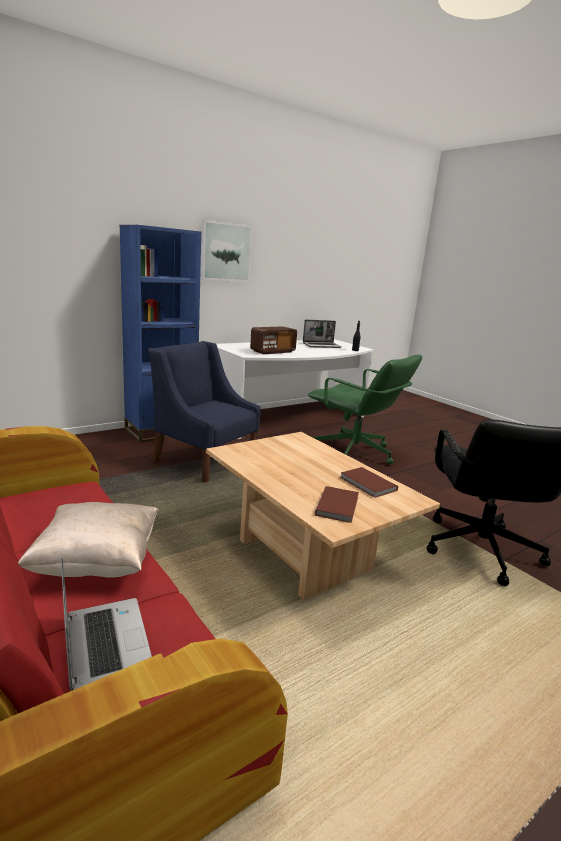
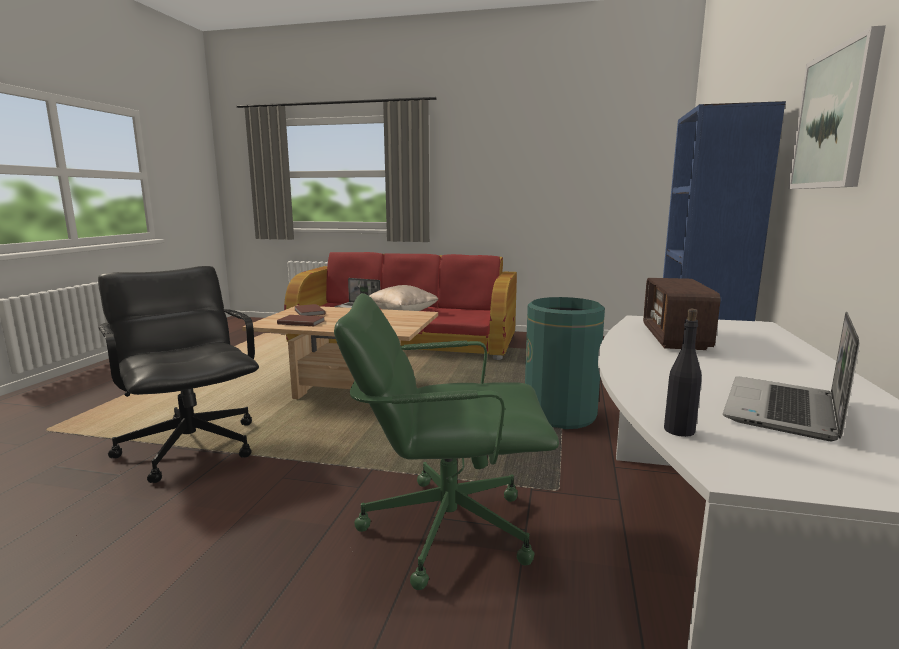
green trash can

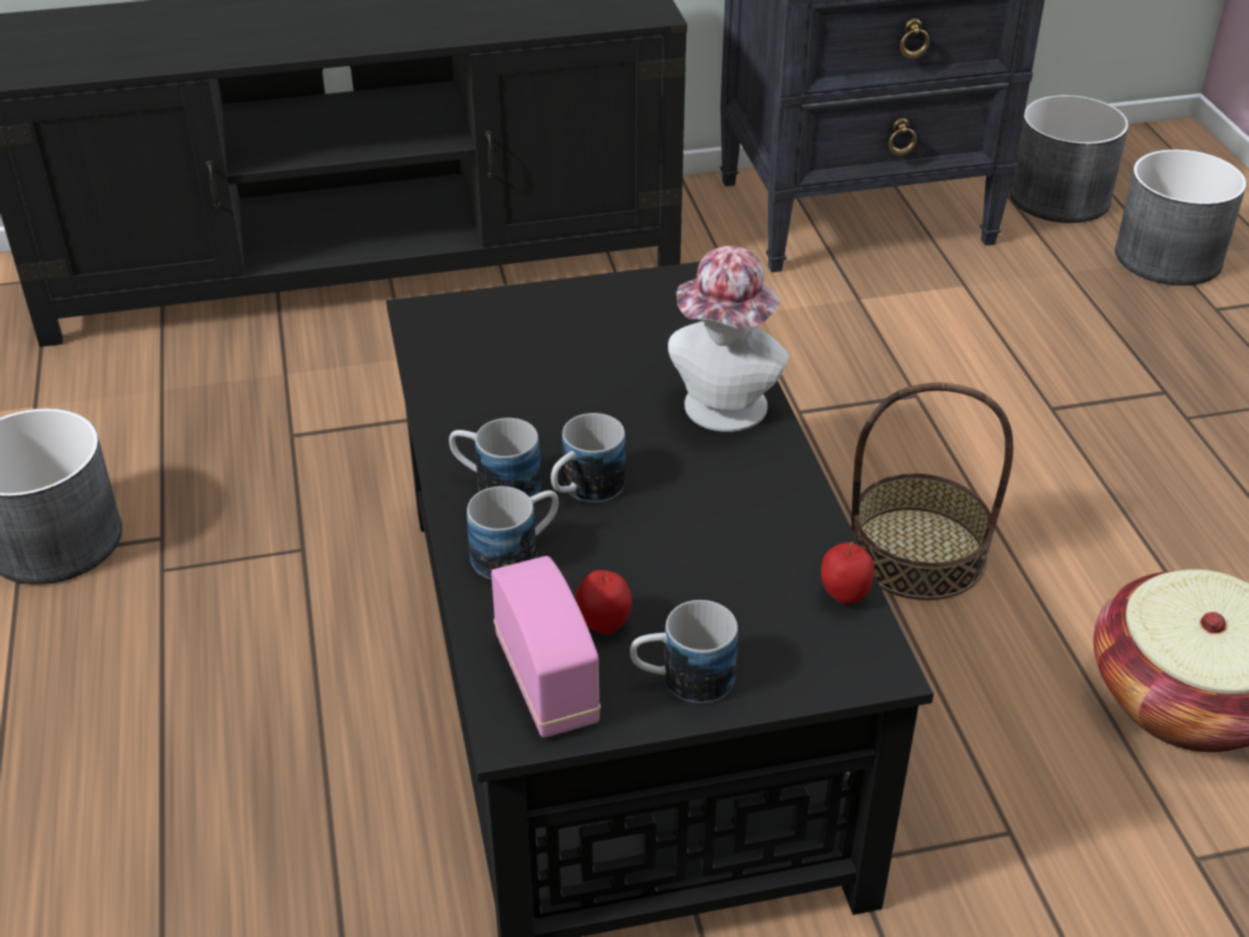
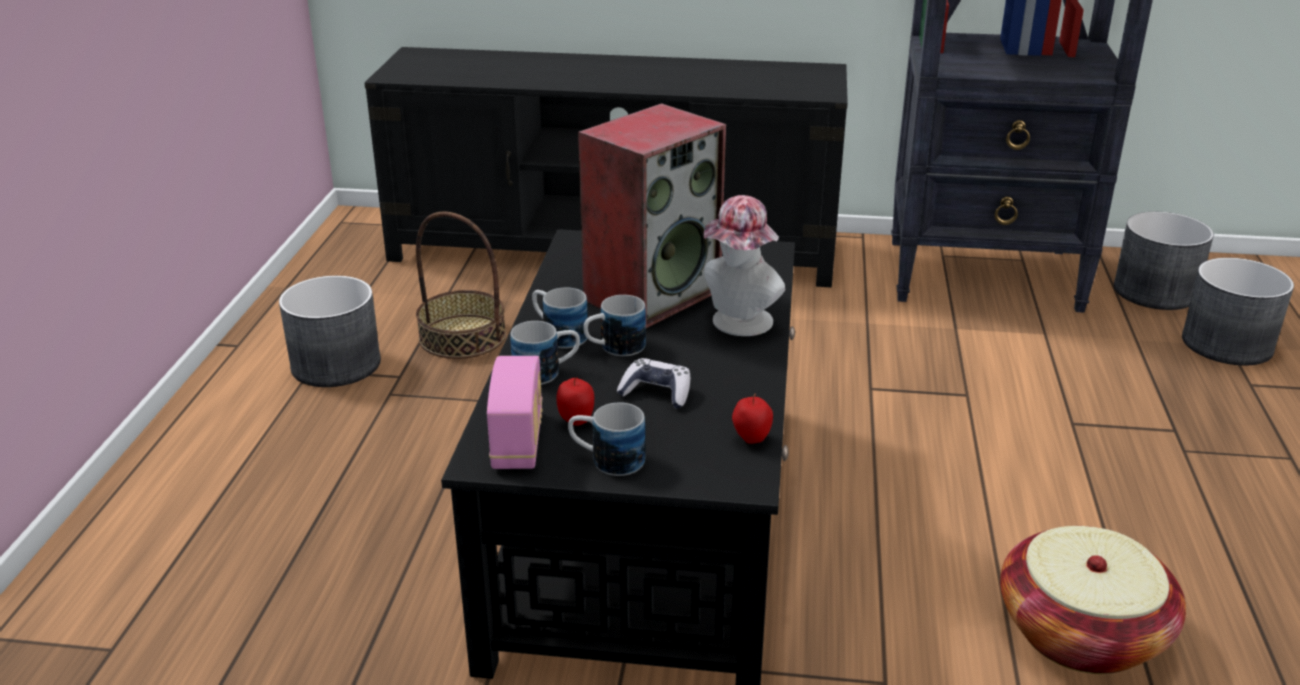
basket (no. 1 from left)
speaker
game controller

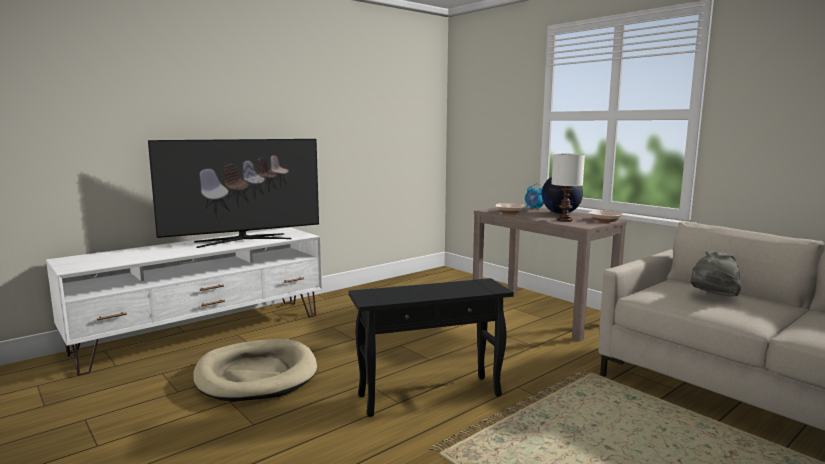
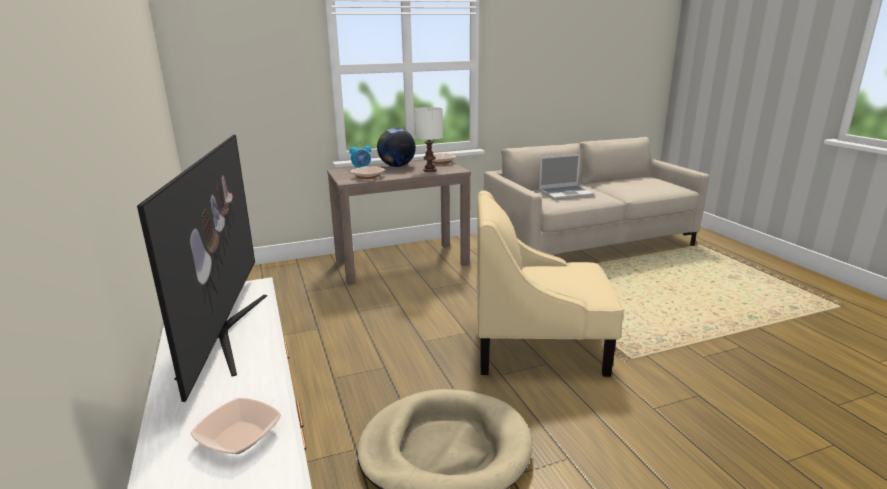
laptop
beige armchair
bowl (no. 1 from left)

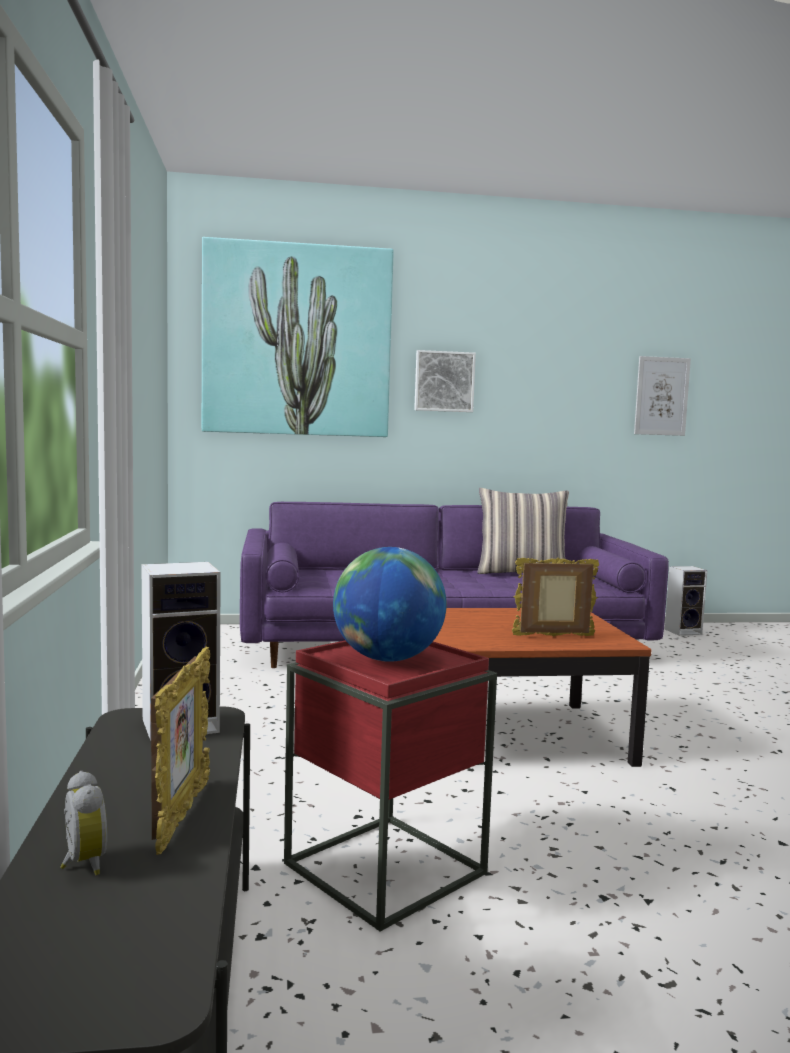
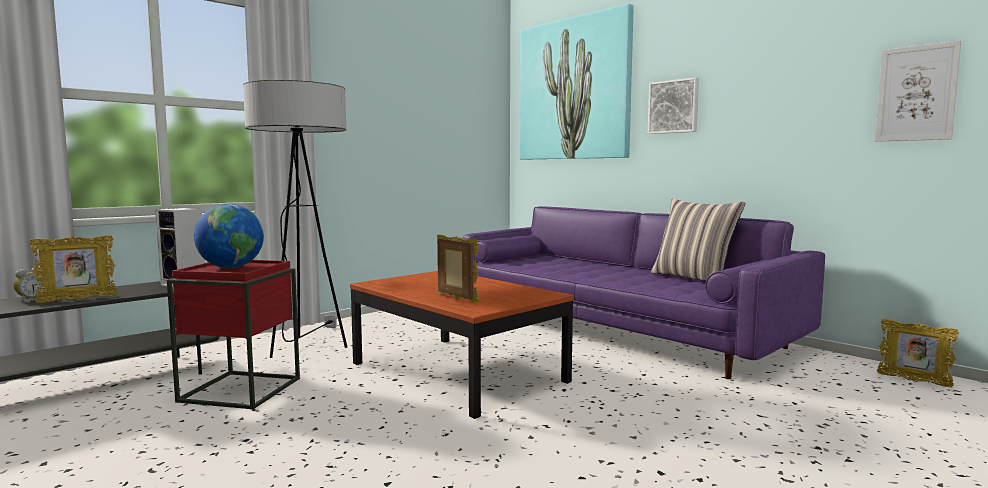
picture frame (no. 3 from left)
floor lamp

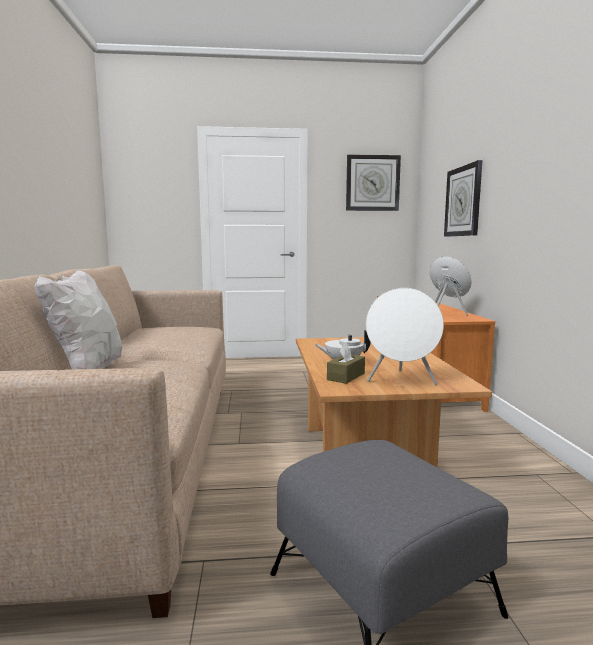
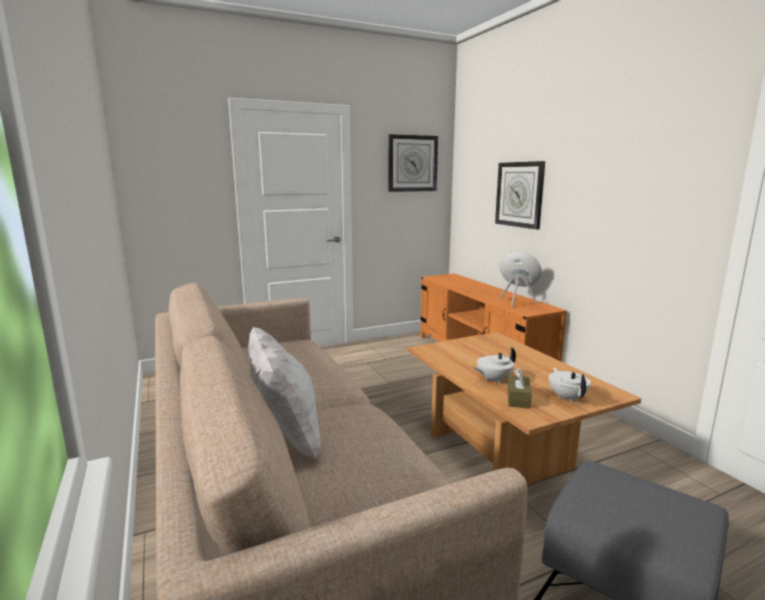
white teapot (no. 2 from left)

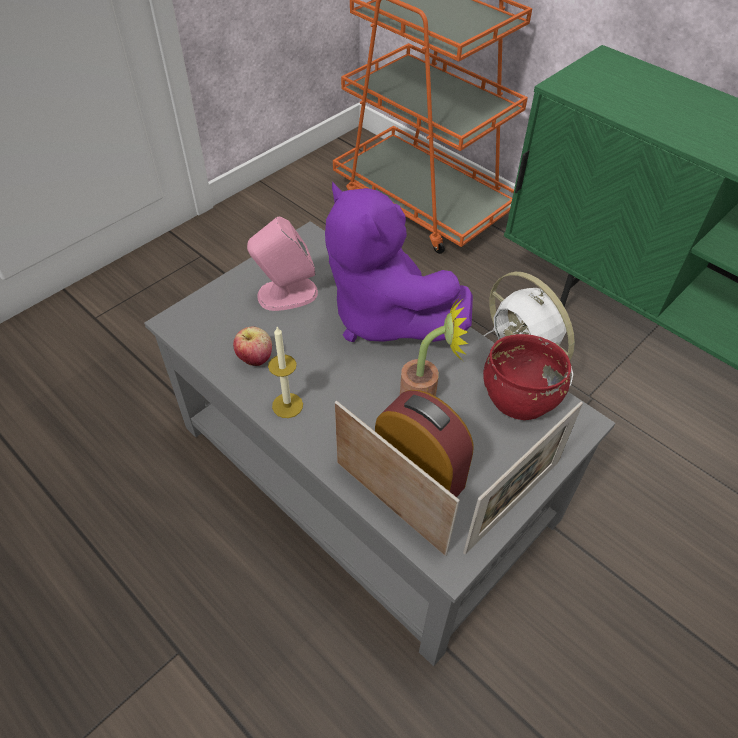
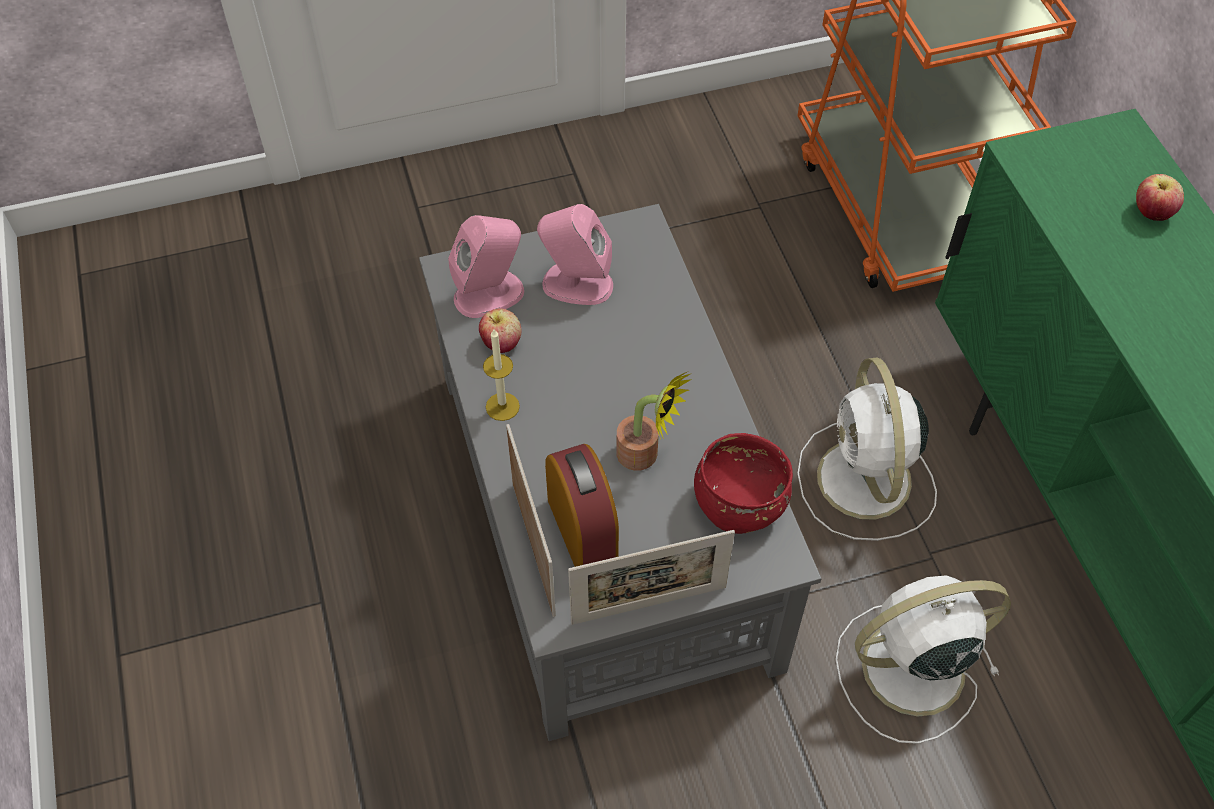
purple plush toy
apple (no. 2 from left)
pink speaker (no. 1 from left)
white fan (no. 2 from left)

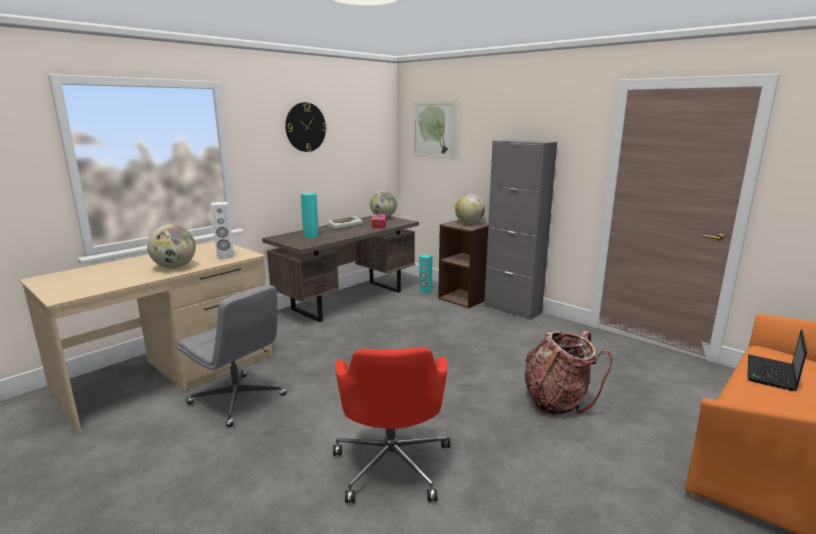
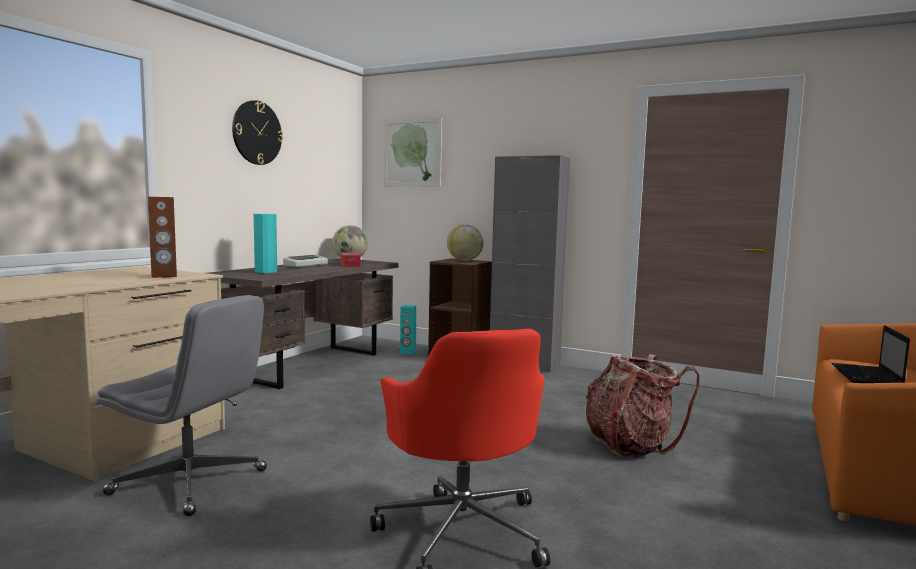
brown speaker
globe (no. 1 from left in the first image)

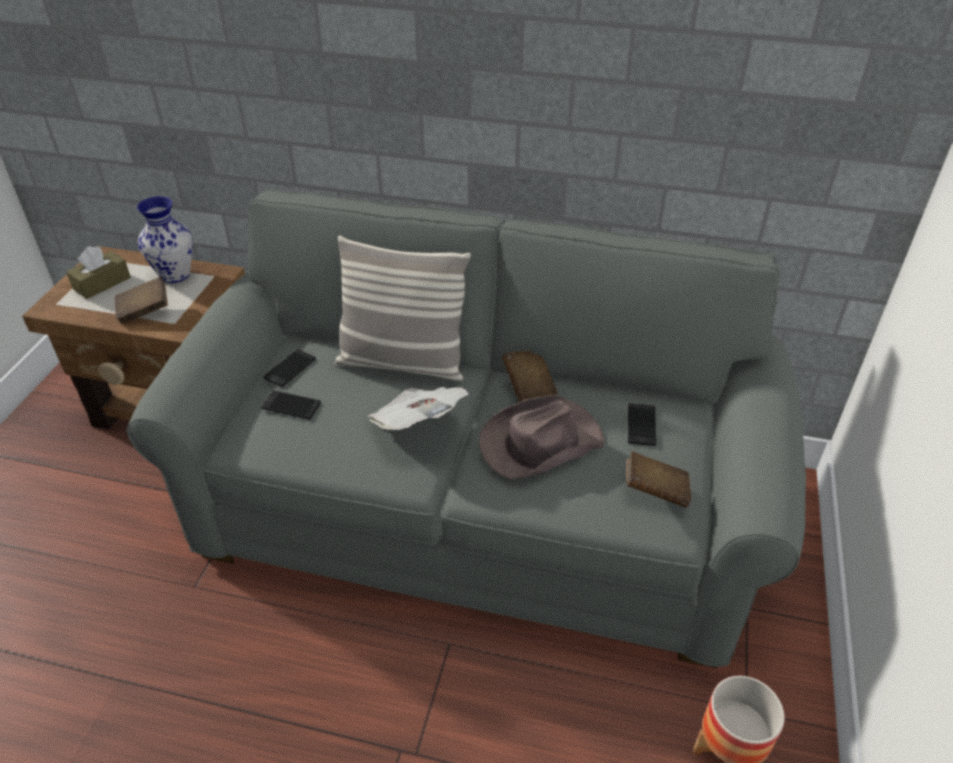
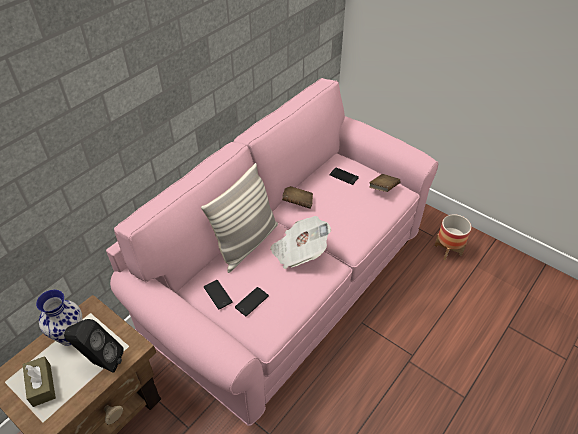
pink sofa
black speaker
brown hat

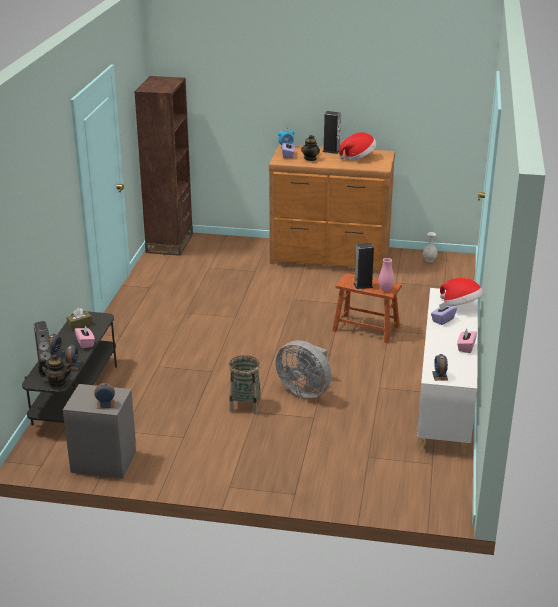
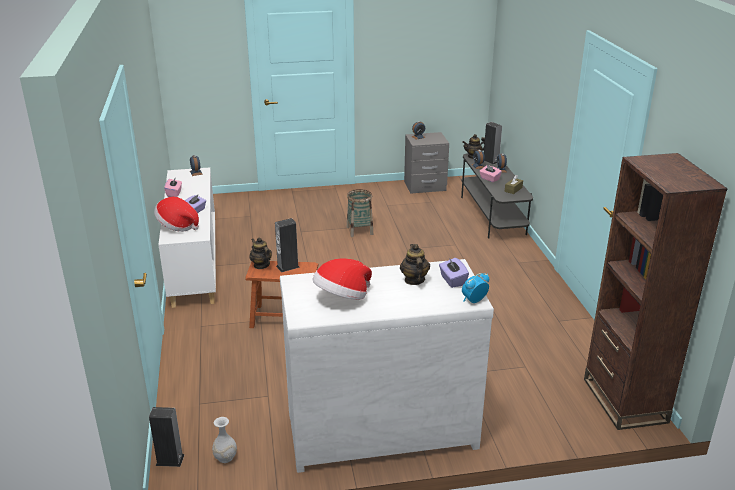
speaker (no. 1 from left)
white dresser
teapot (no. 1 from left)
grey fan

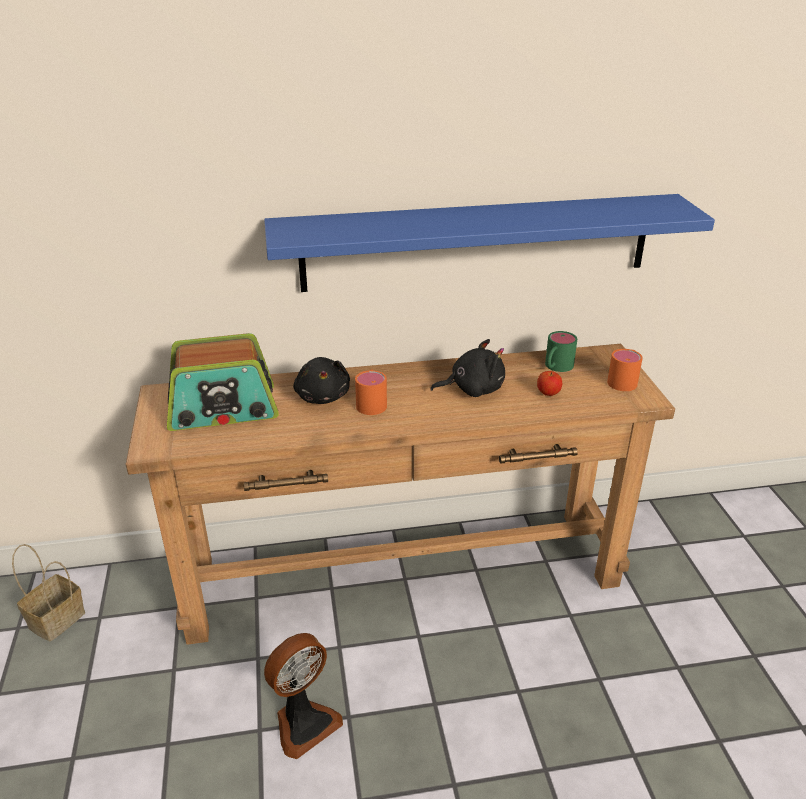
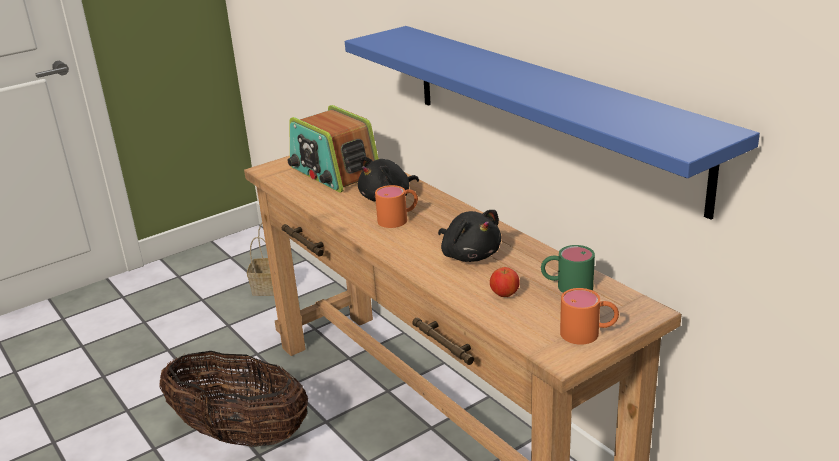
basket (no. 1 from left)

